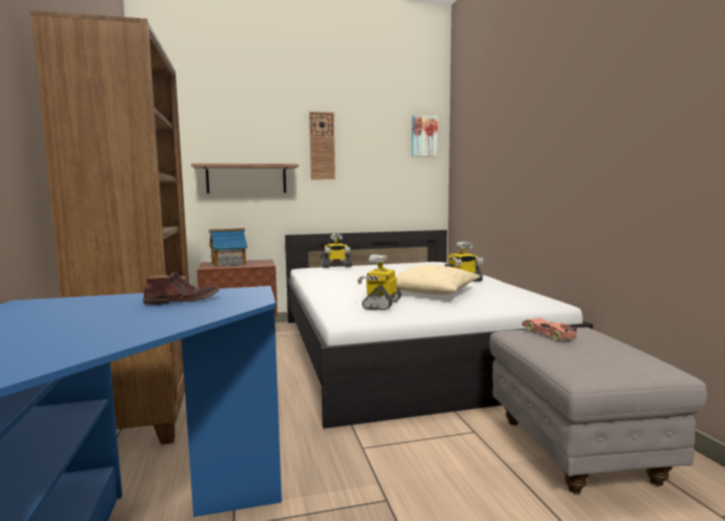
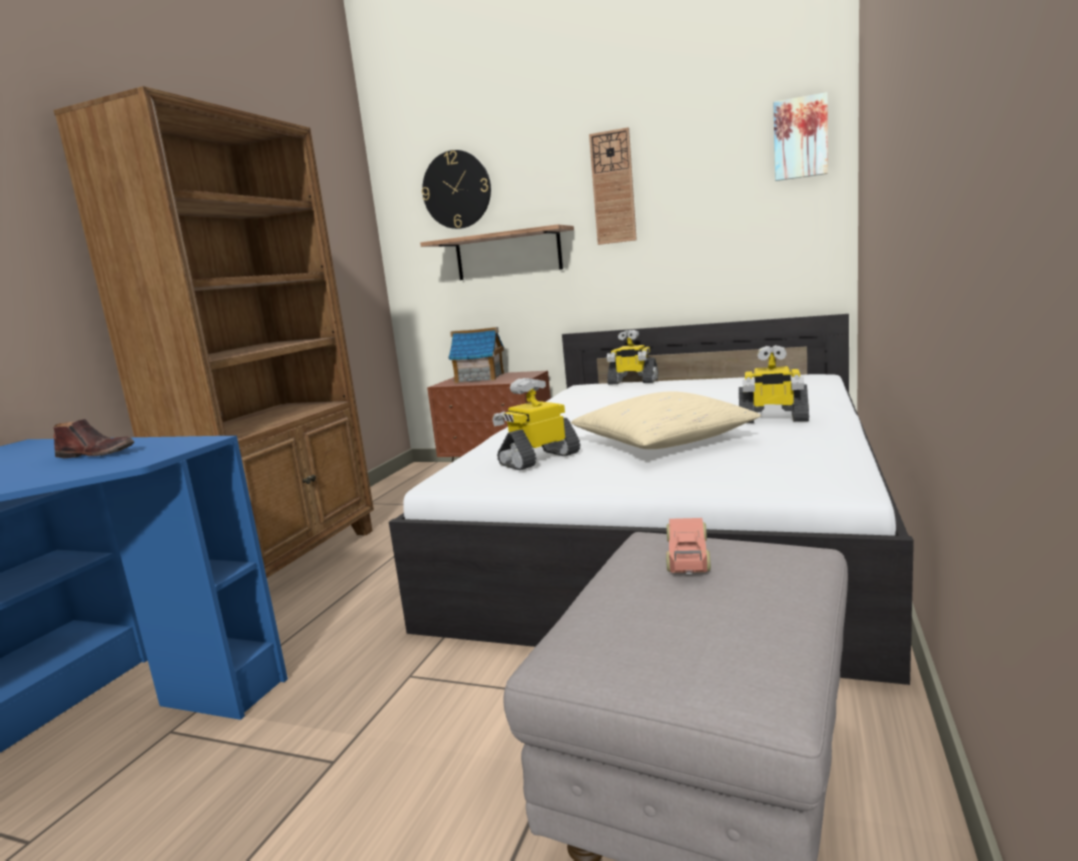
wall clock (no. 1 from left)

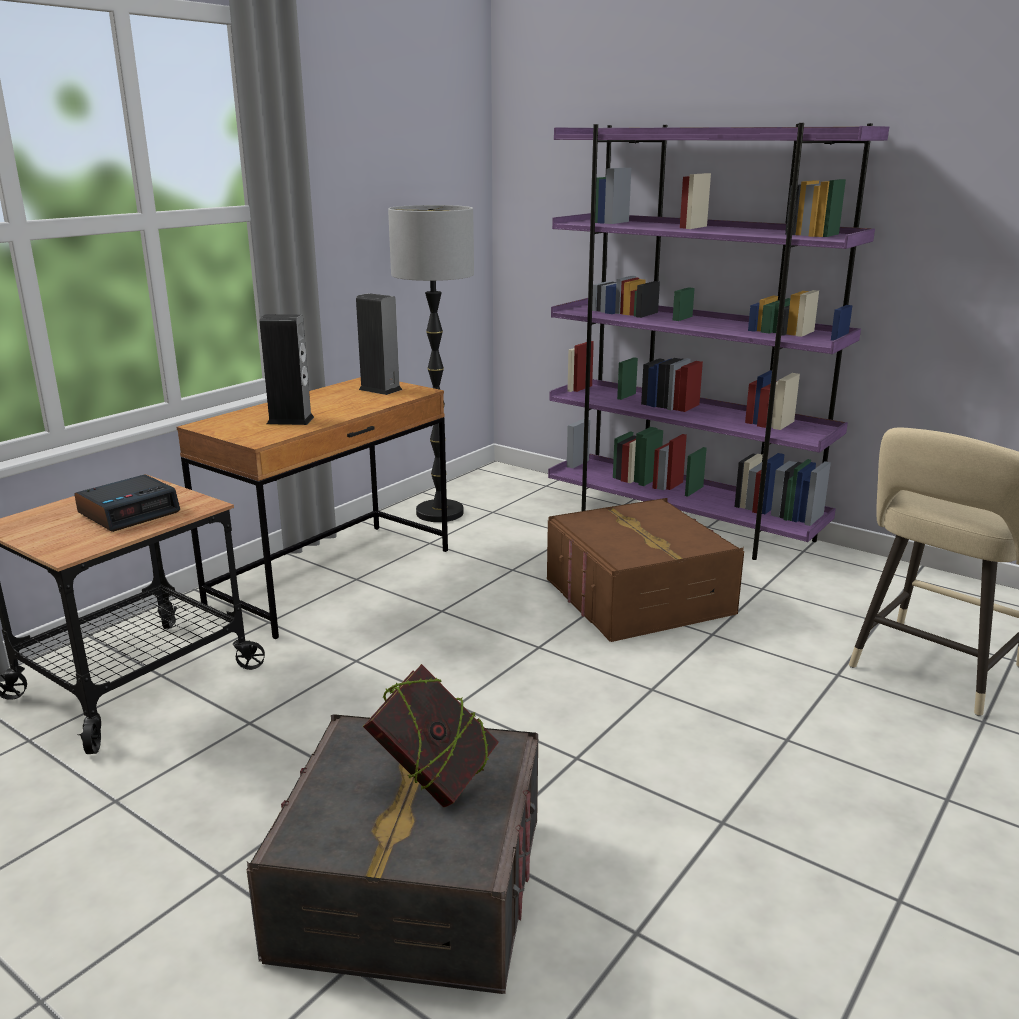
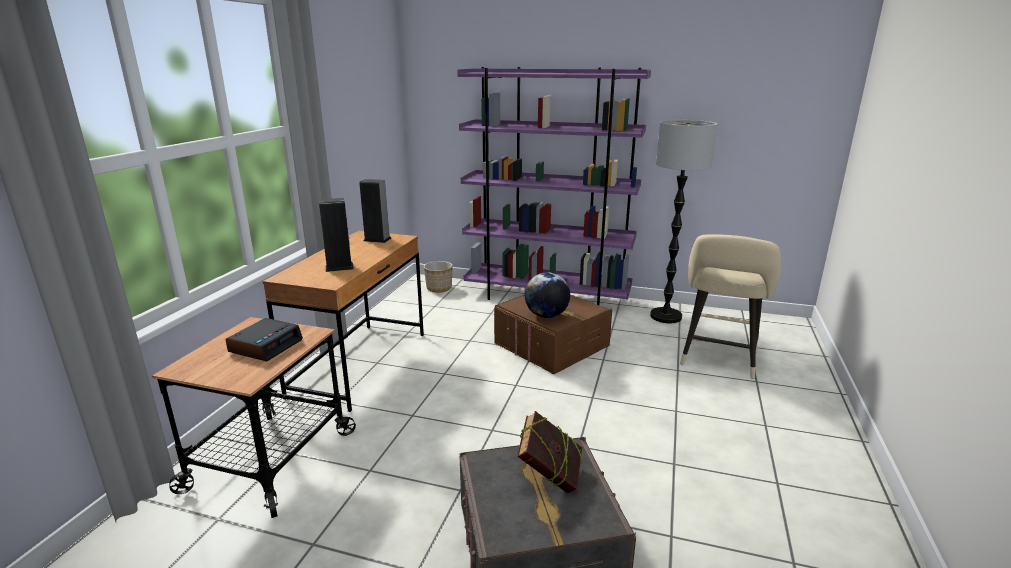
floor lamp
planter
globe

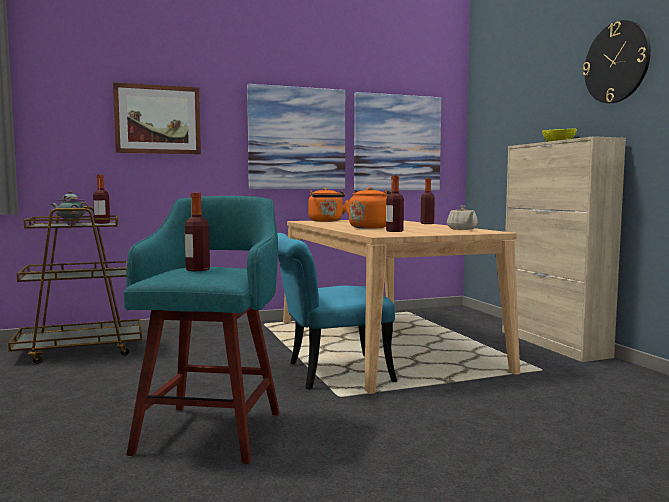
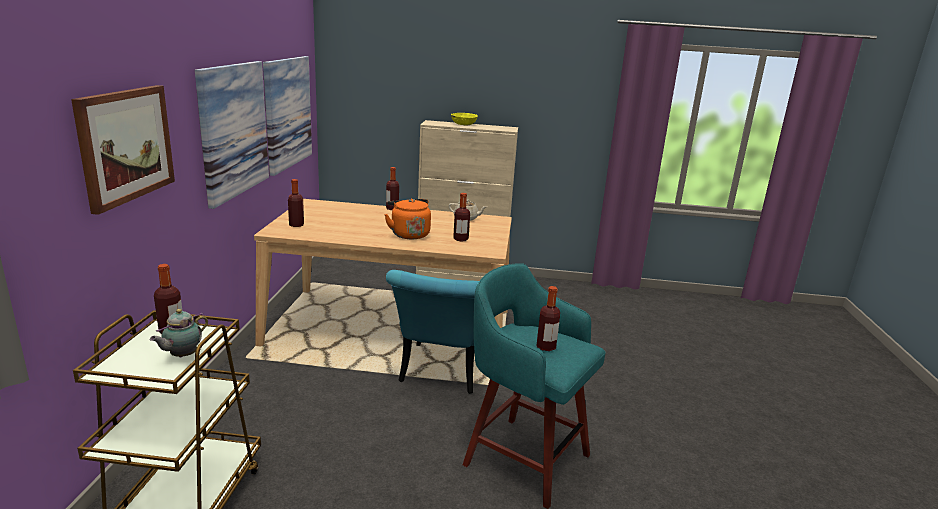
wall clock
bottle (no. 2 from left)

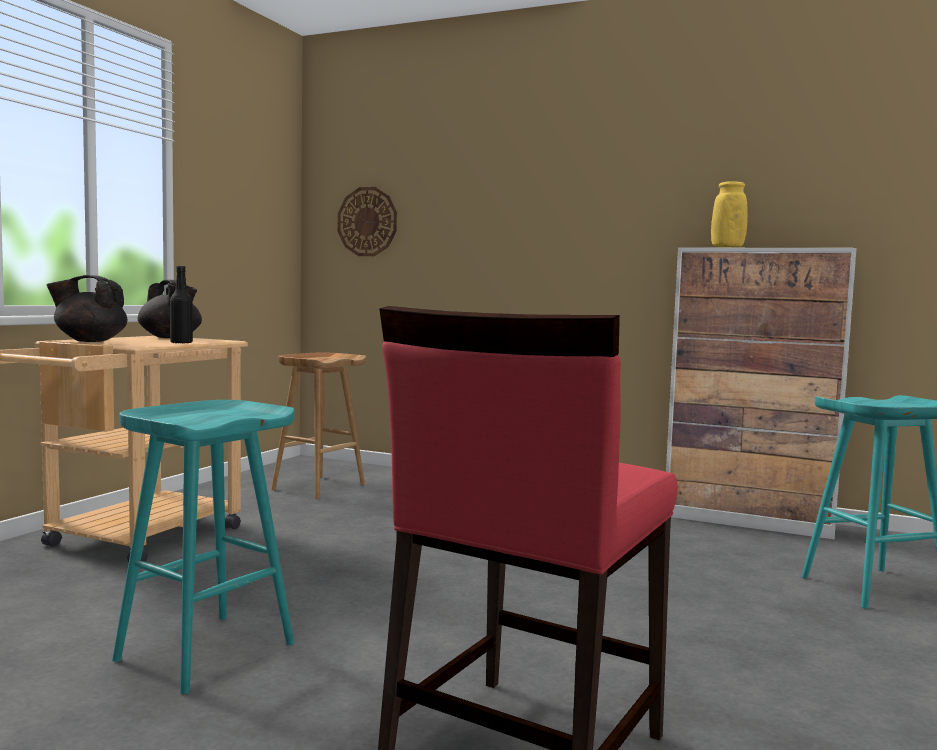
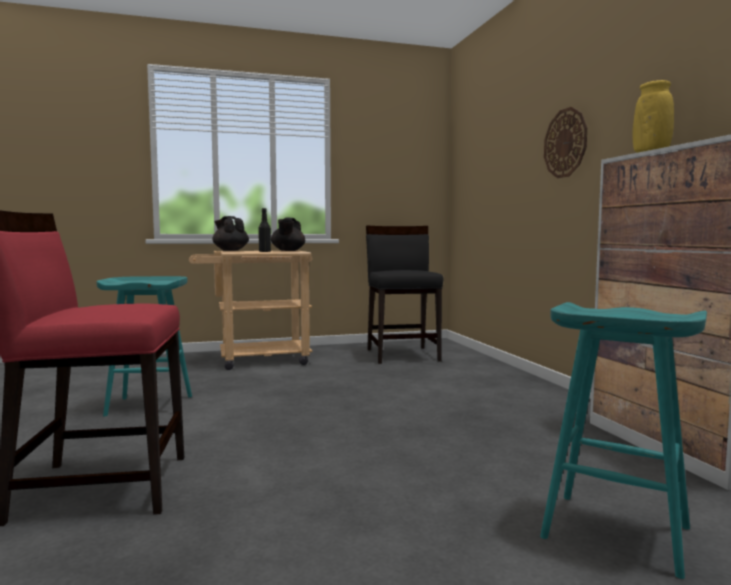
wall clock
black chair

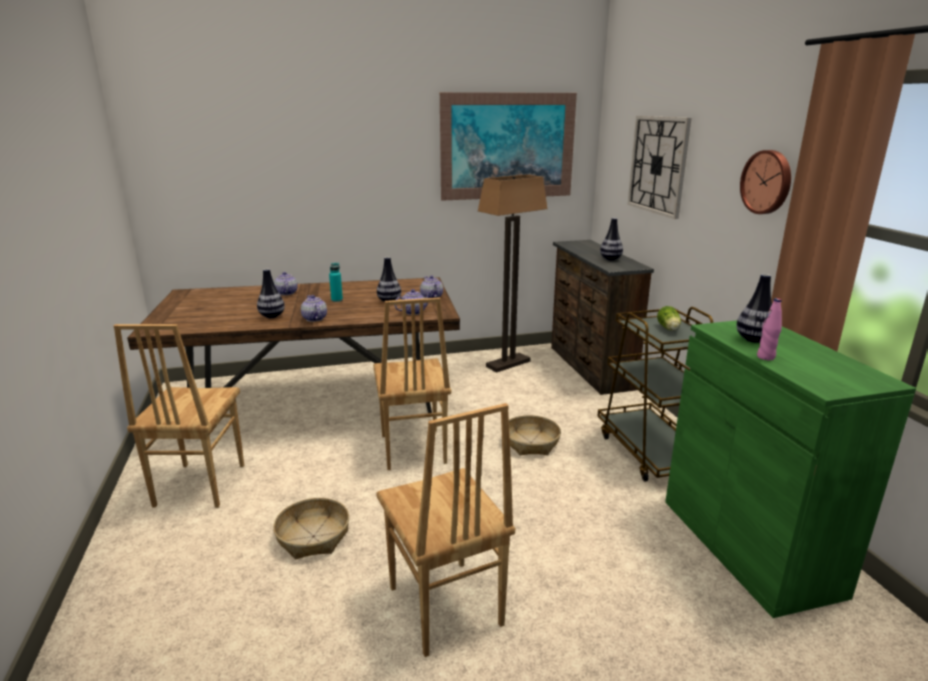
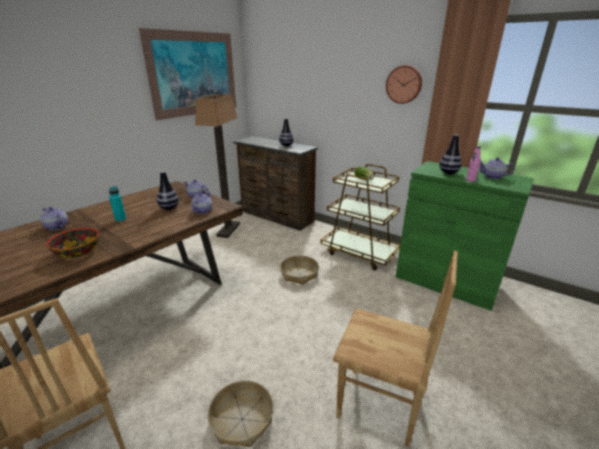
wall clock (no. 1 from left in the first image)
bowl
teapot (no. 4 from left)
brown chair (no. 2 from left in the first image)

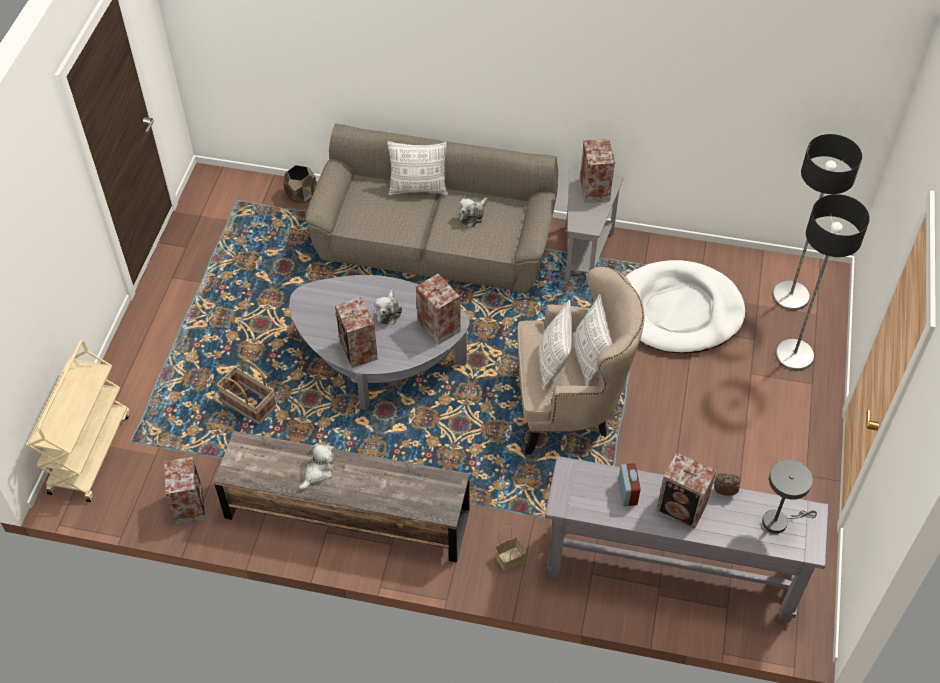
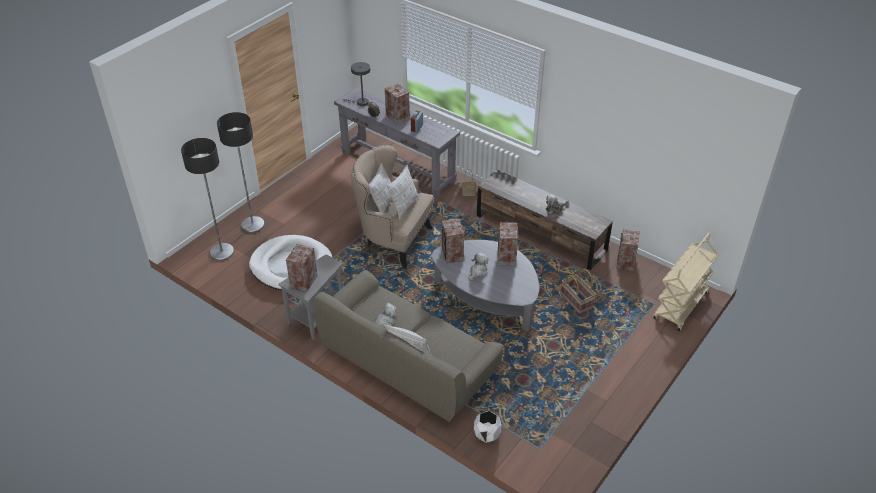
white planter

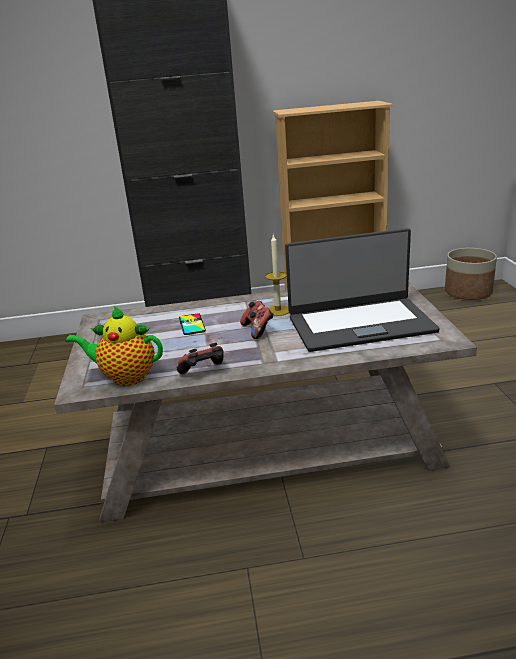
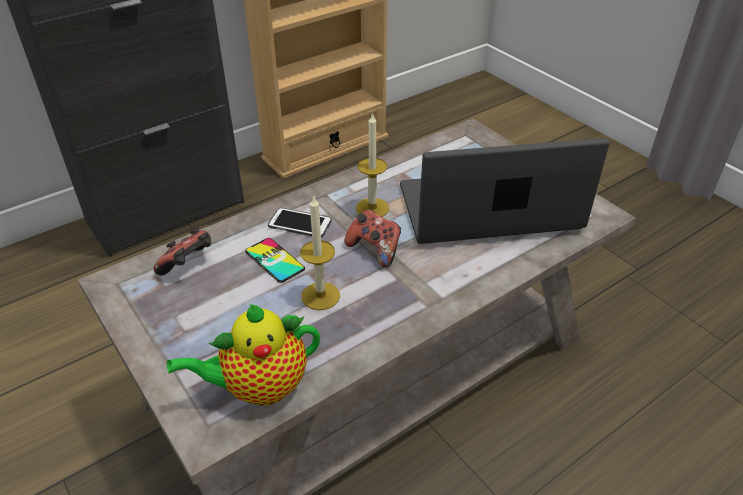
laptop
planter
game controller (no. 1 from left)
candle (no. 1 from left)
phone (no. 2 from left)

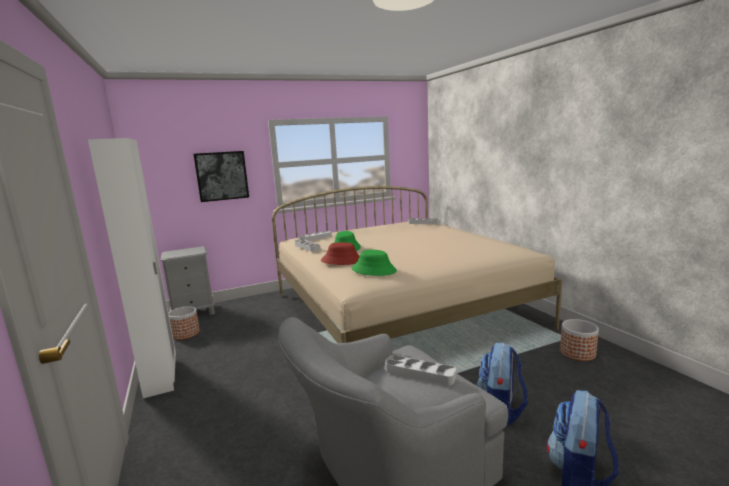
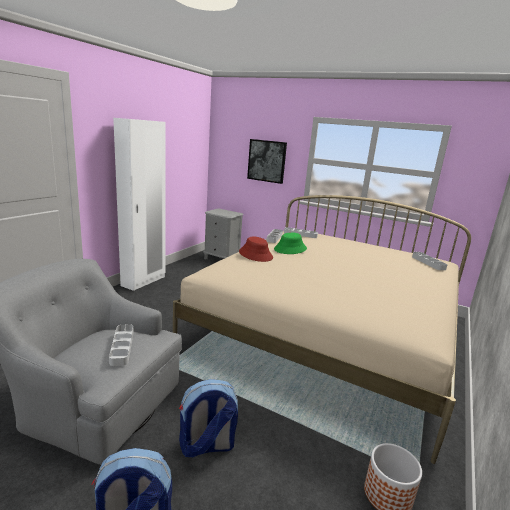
green hat (no. 2 from left in the first image)
planter (no. 1 from left in the first image)

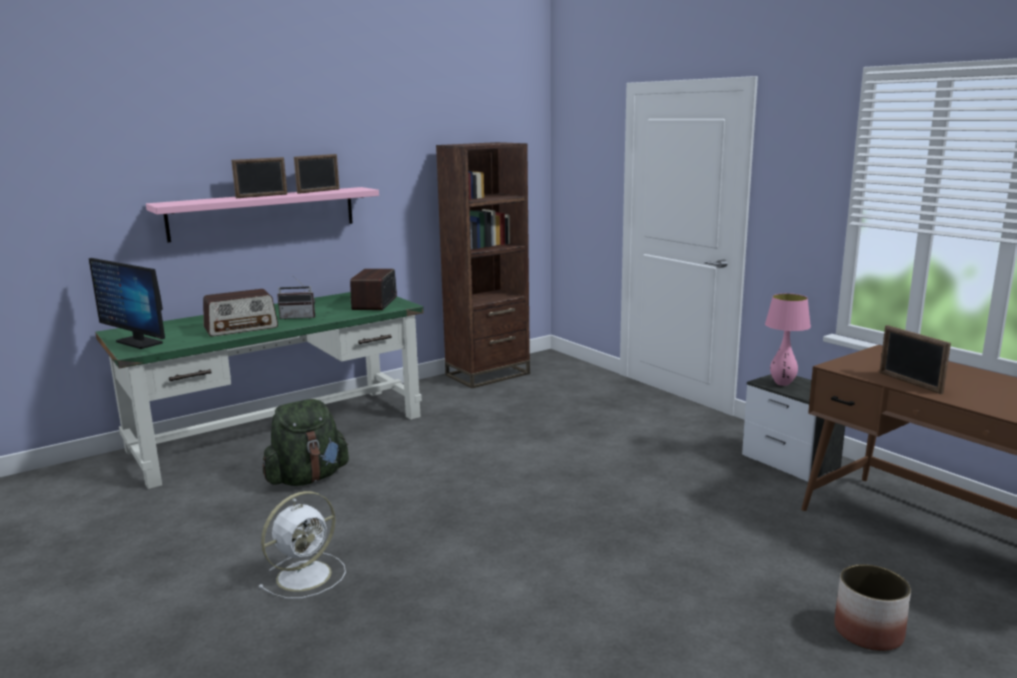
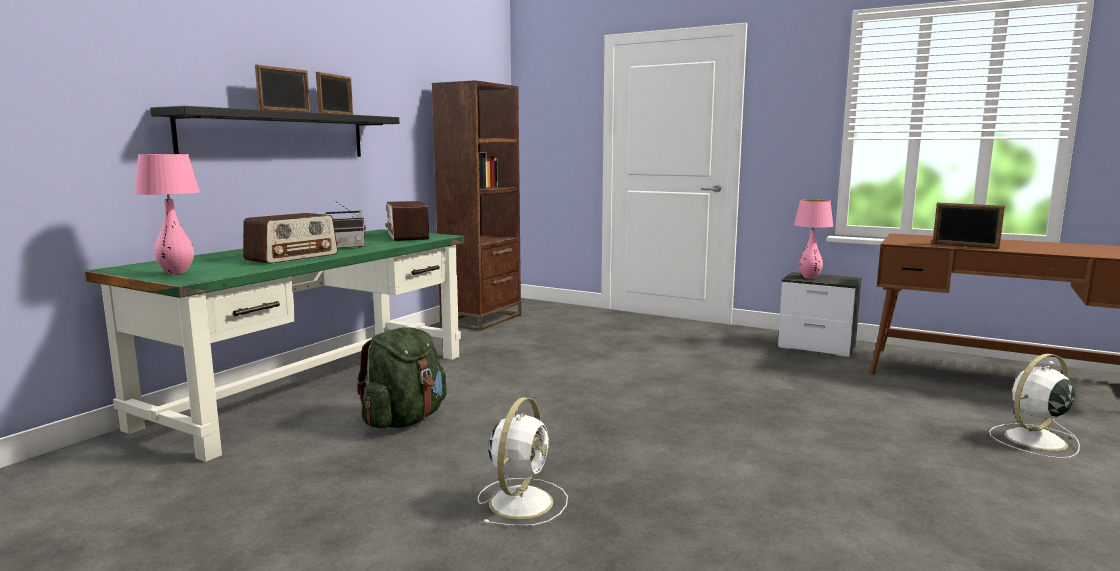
black shelf
pink table lamp (no. 1 from left)
white fan (no. 2 from left)

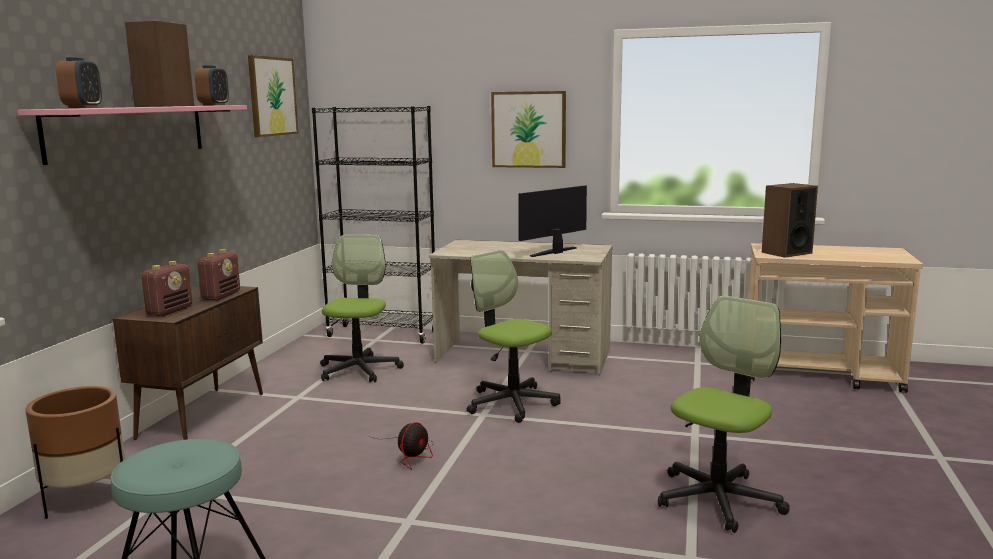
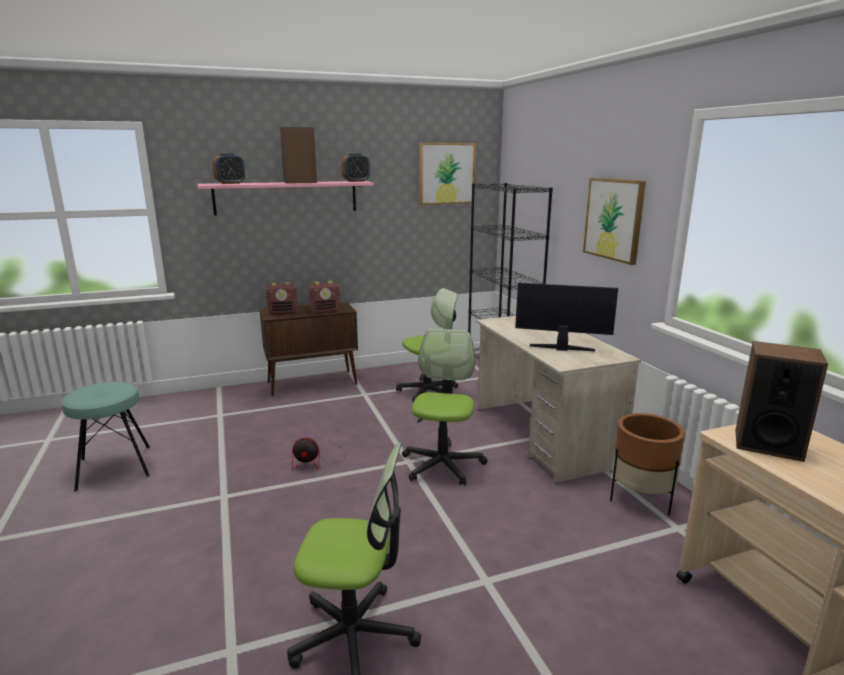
brown planter

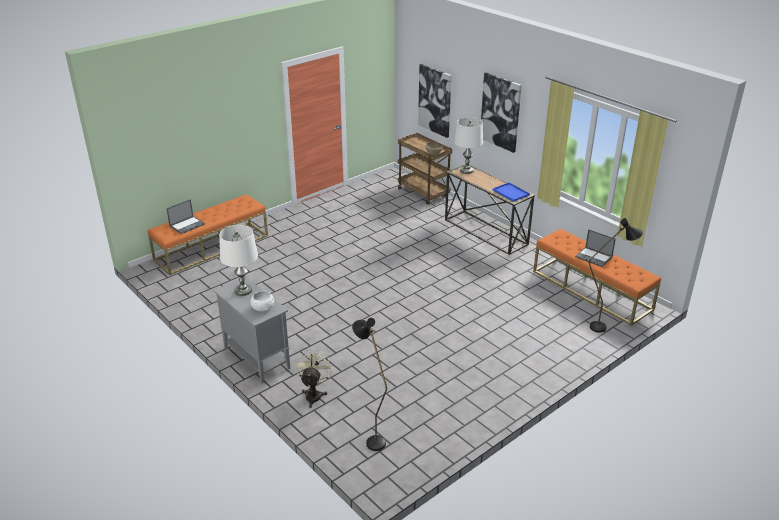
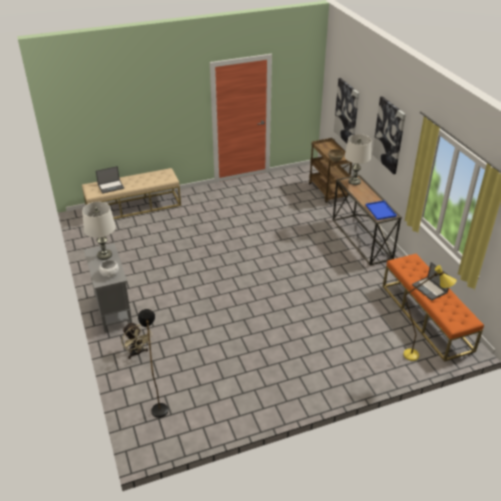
beige bench
yellow floor lamp
beige fan

